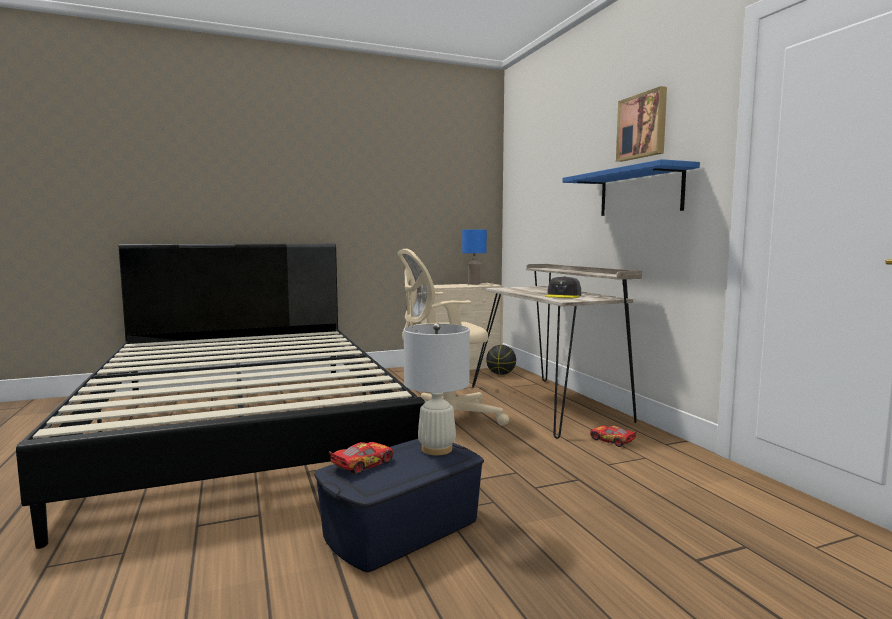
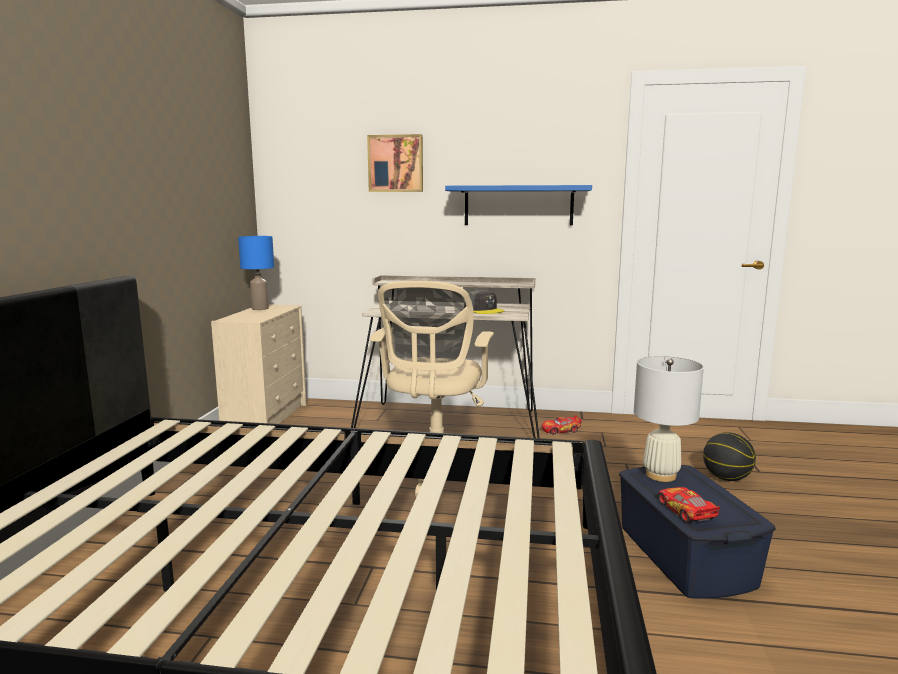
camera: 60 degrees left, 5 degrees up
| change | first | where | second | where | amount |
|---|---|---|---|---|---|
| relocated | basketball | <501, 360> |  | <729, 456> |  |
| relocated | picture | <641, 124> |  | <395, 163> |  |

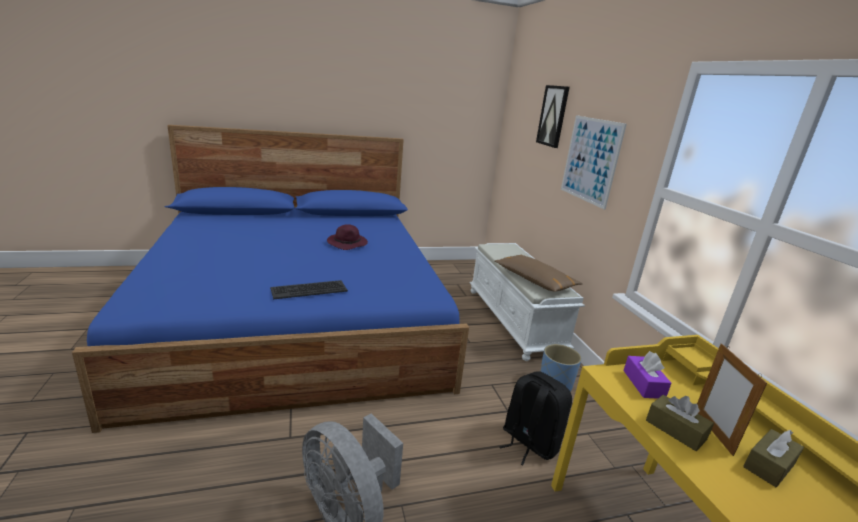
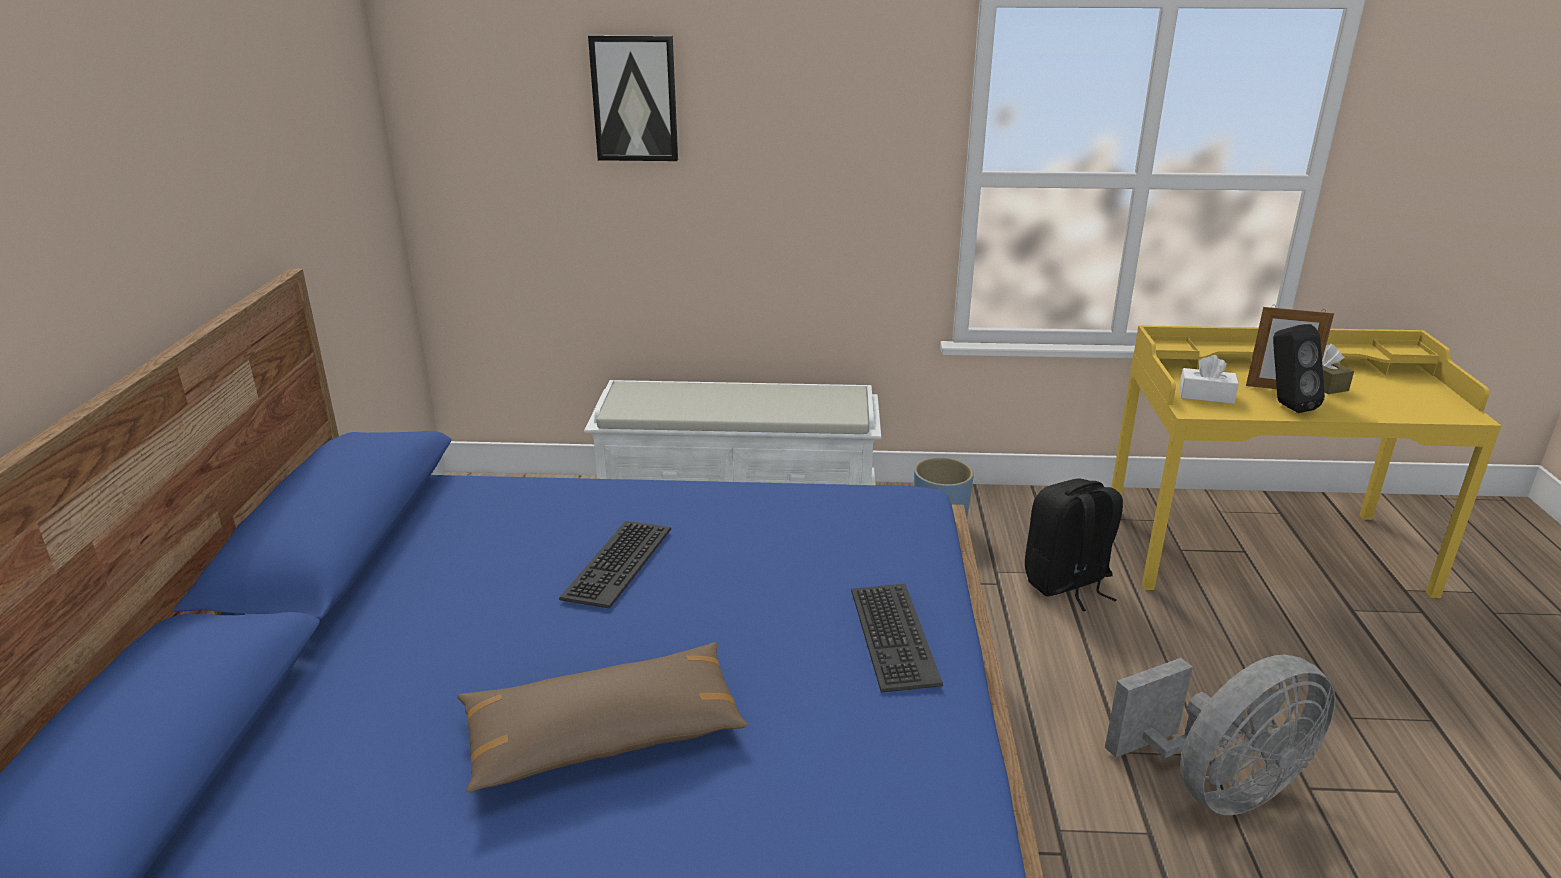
camera: 70 degrees left, 5 degrees up
| change | first | where | second | where | amount |
|---|---|---|---|---|---|
| missing | picture | <594, 162> |  |  |  |
| relocated | pillow (brown) | <538, 273> |  | <602, 717> |  |
| exchanged | hat (purple) | <347, 237> | keyboard | <615, 565> |  |
| exchanged | tissue box (brown) | <680, 423> | speaker (black) | <1299, 368> |  |
| colour | tissue box (purple) | <647, 375> | tissue box (white) | <1209, 379> |  |

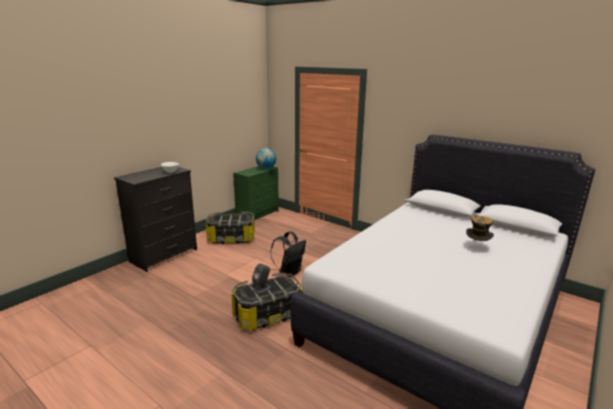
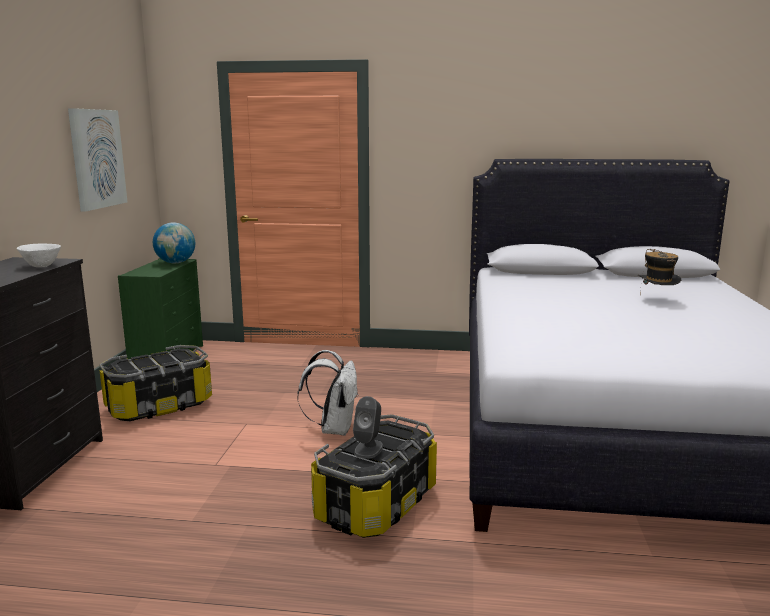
camera: 30 degrees left, 5 degrees down
| change | first | where | second | where | amount |
|---|---|---|---|---|---|
| appeared |  |  | picture | <97, 160> |  |
| colour | backpack (black) | <288, 254> | backpack (white) | <328, 393> |  |

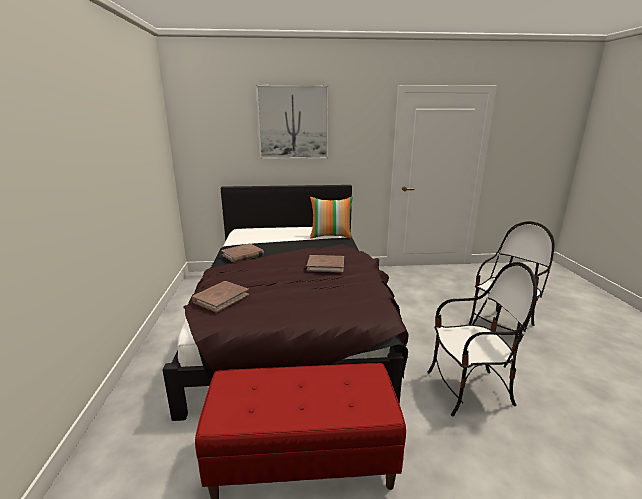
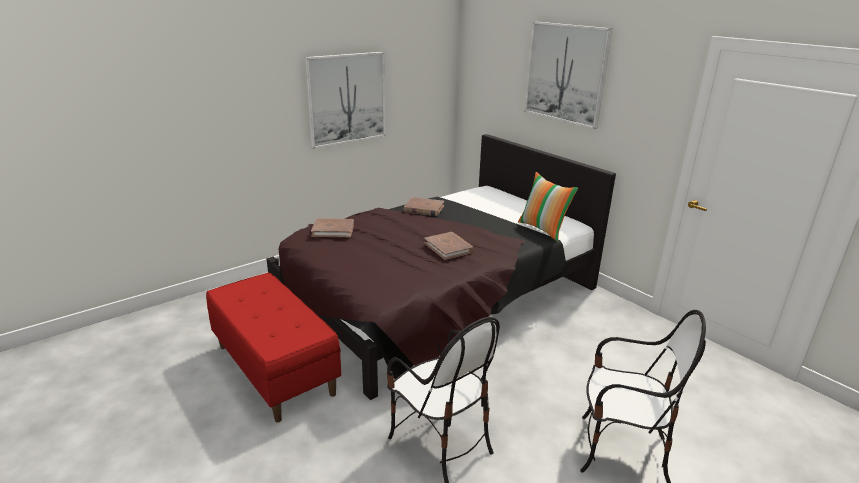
camera: 55 degrees right, 5 degrees up
| change | first | where | second | where | amount |
|---|---|---|---|---|---|
| appeared |  |  | picture | <345, 100> |  |

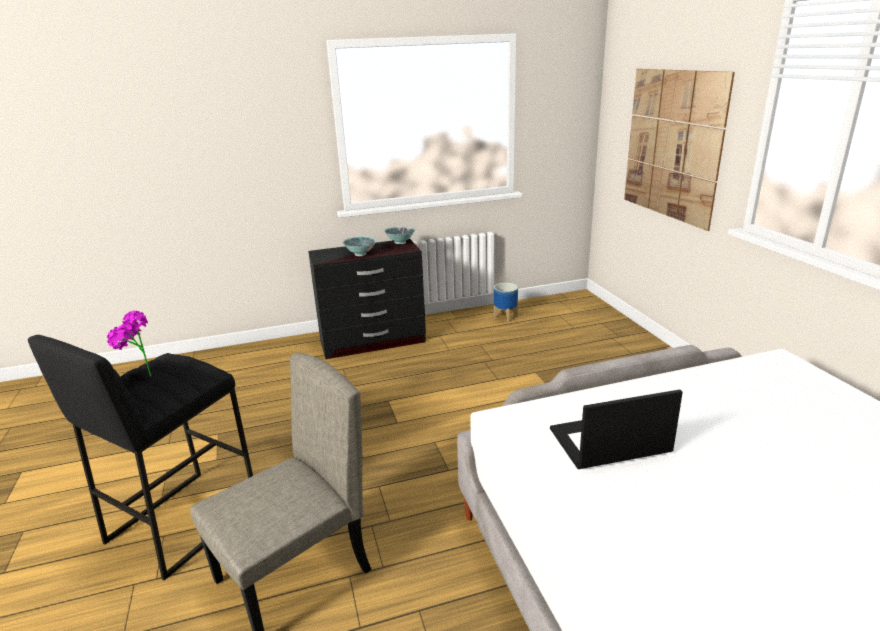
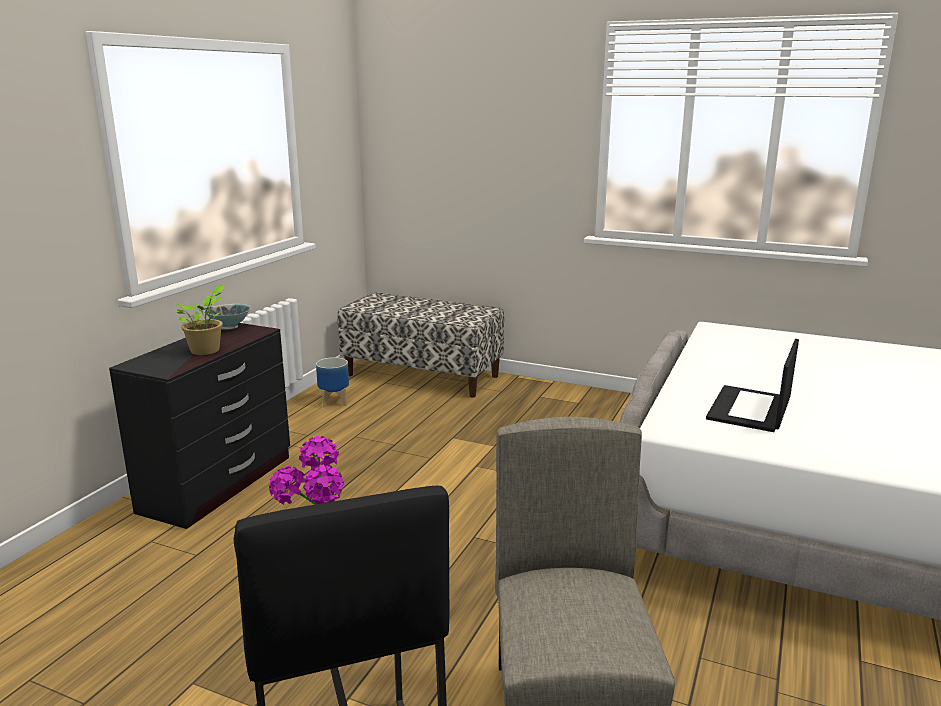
camera: 50 degrees left, 5 degrees down
| change | first | where | second | where | amount |
|---|---|---|---|---|---|
| missing | picture | <679, 150> |  |  |  |
| appeared |  |  | bench | <420, 345> |  |
| exchanged | bowl | <359, 246> | potted plant | <198, 320> |  |

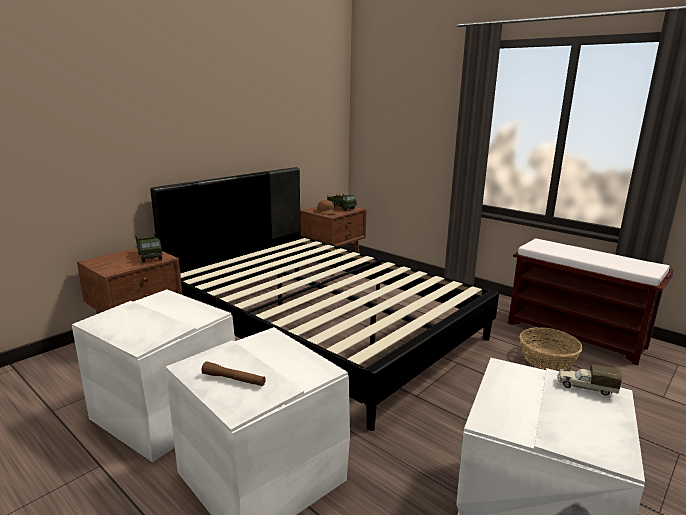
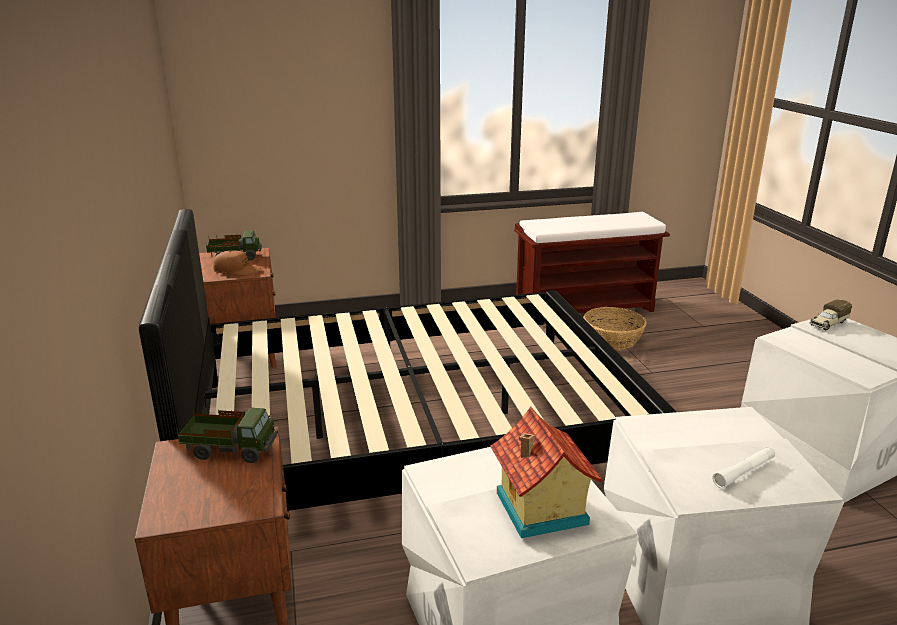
camera: 55 degrees left, 5 degrees up
| change | first | where | second | where | amount |
|---|---|---|---|---|---|
| appeared |  |  | toy house | <546, 472> |  |
| colour | flashlight (brown) | <233, 373> | flashlight (white) | <744, 467> |  |

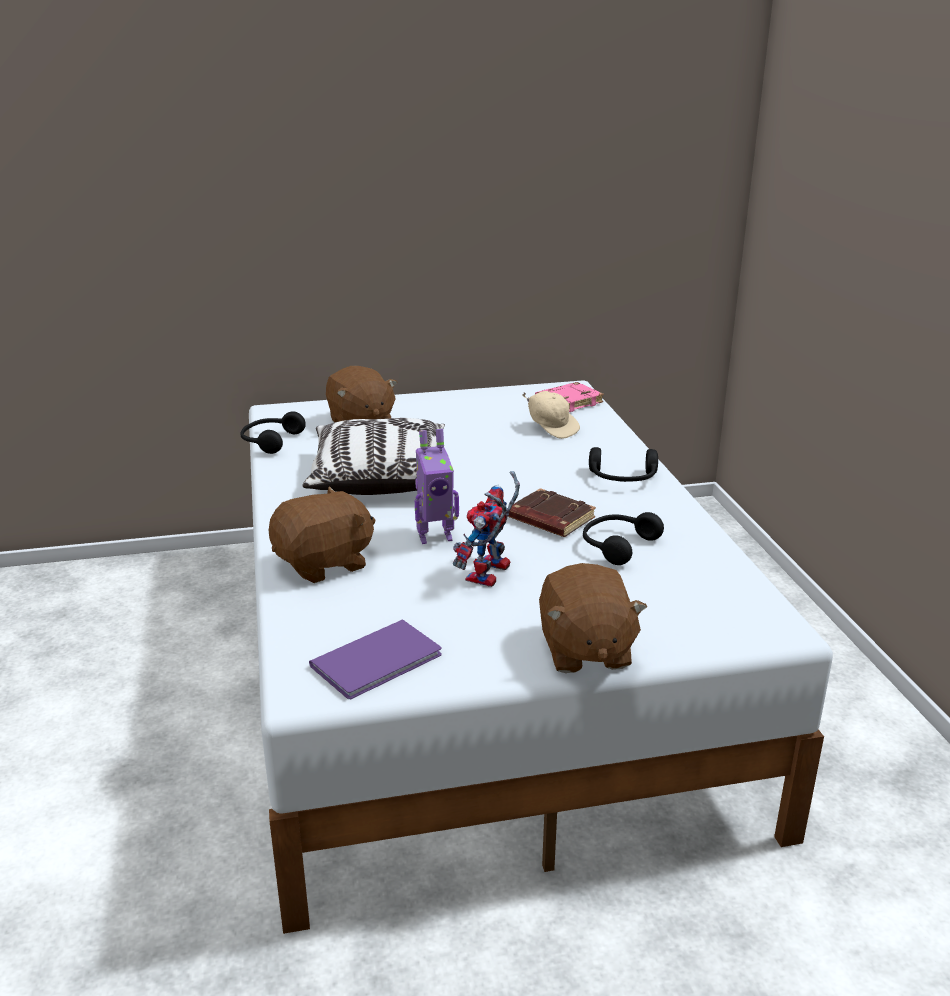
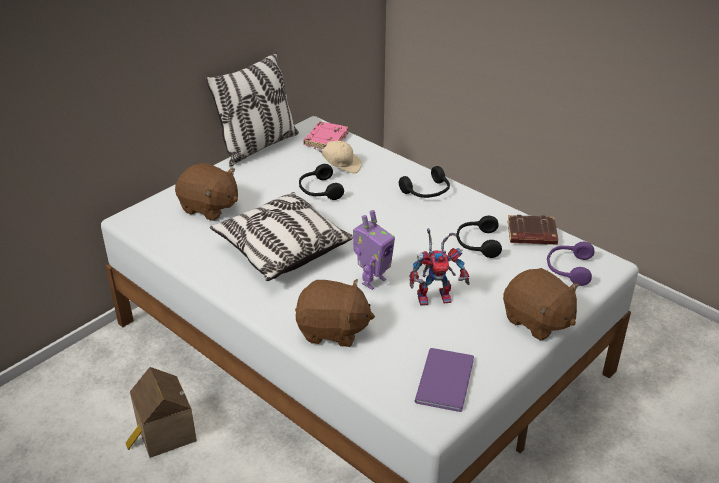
camera: 35 degrees left, 10 degrees up
| change | first | where | second | where | amount |
|---|---|---|---|---|---|
| appeared |  |  | toy house | <161, 412> |  |
| appeared |  |  | pillow | <252, 109> |  |
| appeared |  |  | headphones (purple) | <571, 264> |  |
| relocated | headphones (black) | <273, 433> |  | <321, 182> |  |
| relocated | book (brown) | <552, 512> |  | <532, 230> |  |
| spun | plush toy (brown) | <321, 534> |  | <335, 313> | 75 degrees clockwise |
| spun | toy robot | <486, 529> |  | <439, 267> | 90 degrees counterclockwise |

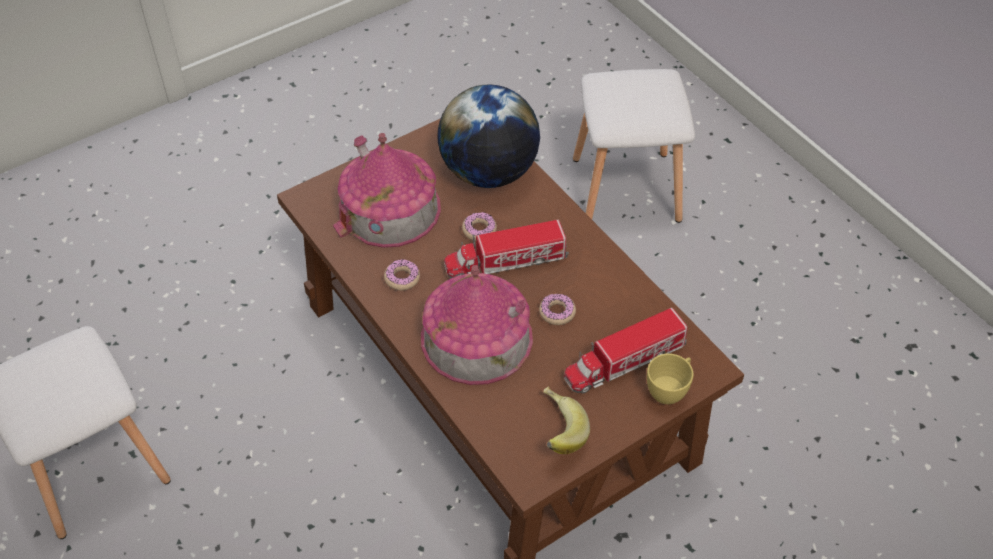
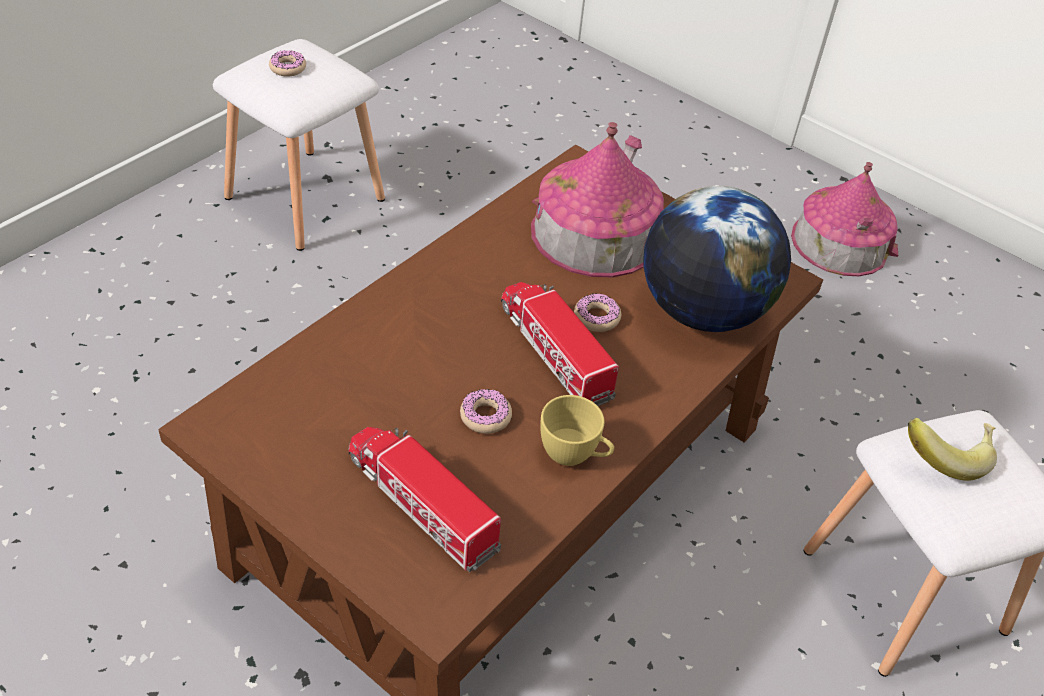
camera: 70 degrees right, 5 degrees down
| change | first | where | second | where | amount |
|---|---|---|---|---|---|
| relocated | donut | <402, 275> |  | <287, 63> |  |
| relocated | toy house | <477, 325> |  | <844, 219> |  |
| relocated | banana | <566, 420> |  | <952, 449> |  |
| relocated | cup (yellow) | <670, 378> |  | <577, 430> |  |

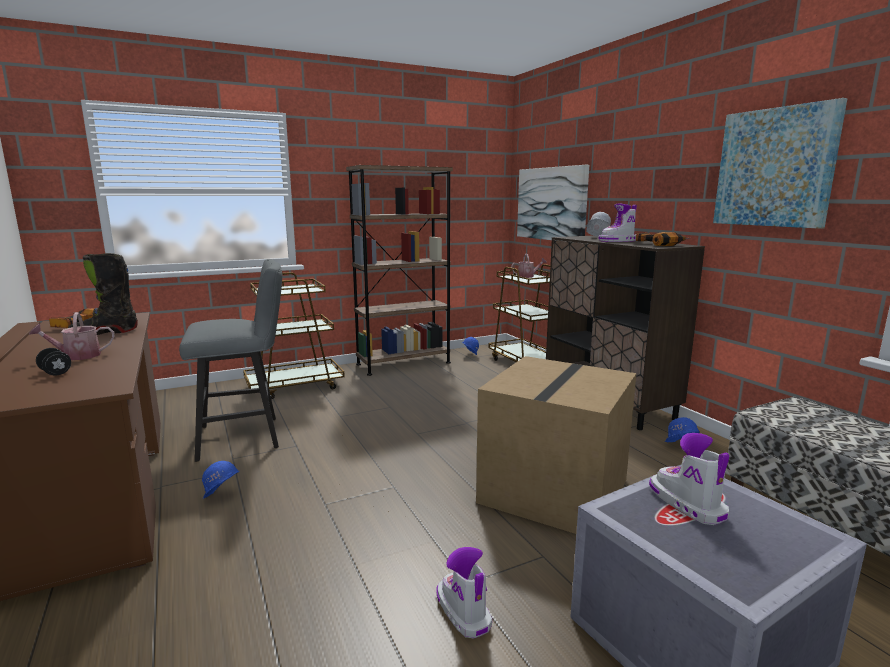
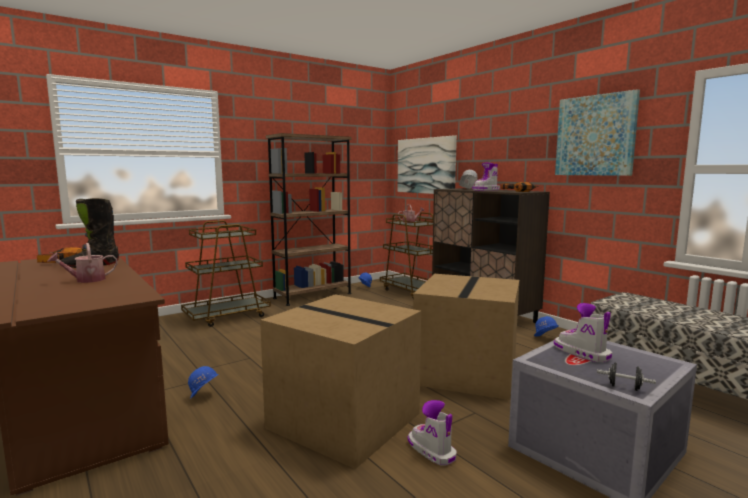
camera: 10 degrees left, 5 degrees down
| change | first | where | second | where | amount |
|---|---|---|---|---|---|
| missing | stool (grey) | <230, 360> |  |  |  |
| appeared |  |  | cardboard box | <340, 381> |  |
| relocated | dumbbell (black) | <53, 361> |  | <626, 376> |  |

